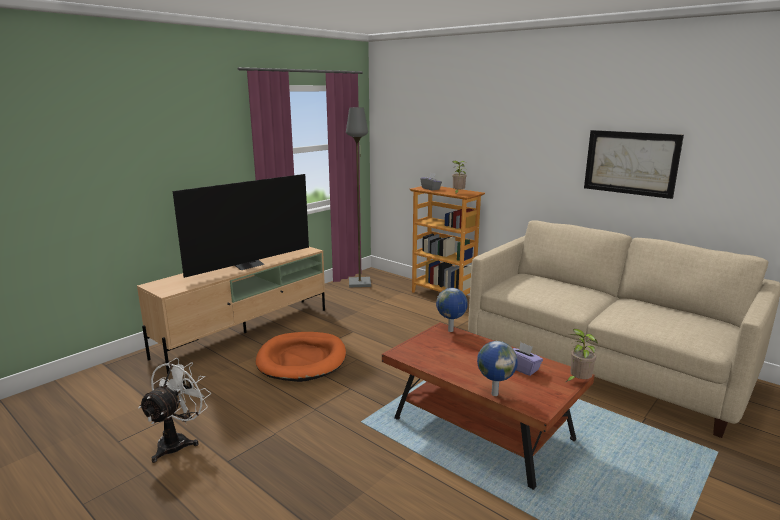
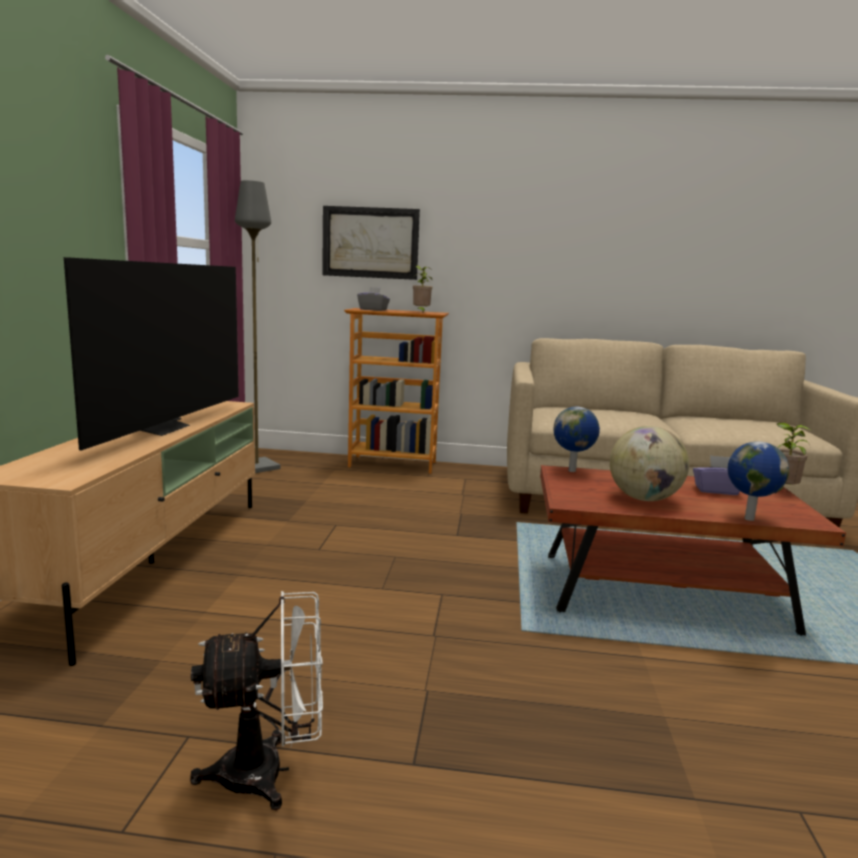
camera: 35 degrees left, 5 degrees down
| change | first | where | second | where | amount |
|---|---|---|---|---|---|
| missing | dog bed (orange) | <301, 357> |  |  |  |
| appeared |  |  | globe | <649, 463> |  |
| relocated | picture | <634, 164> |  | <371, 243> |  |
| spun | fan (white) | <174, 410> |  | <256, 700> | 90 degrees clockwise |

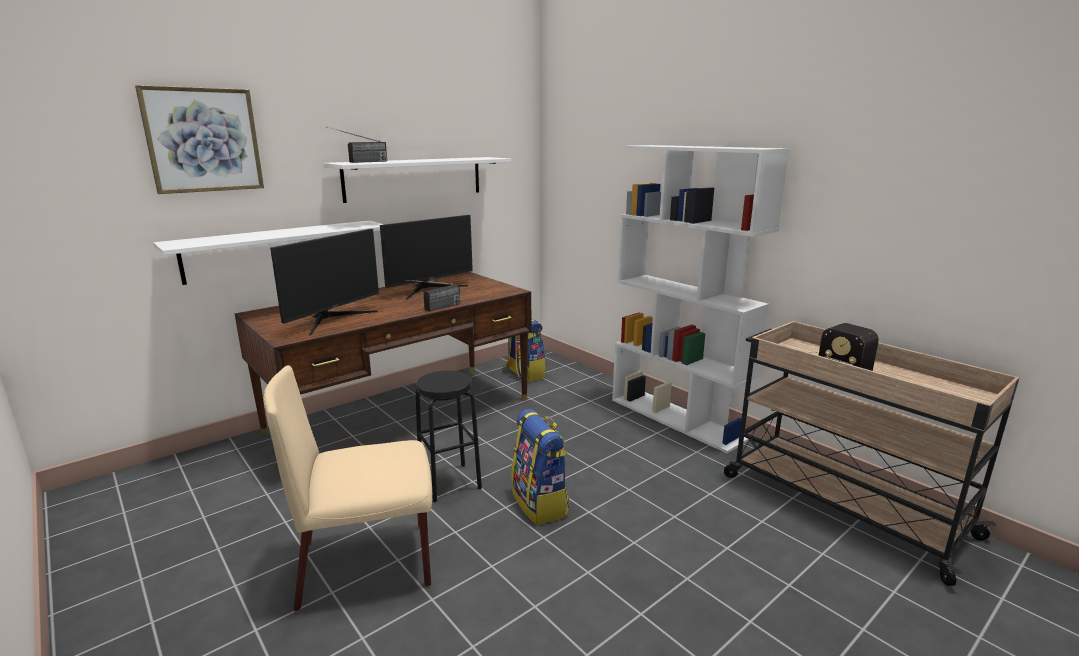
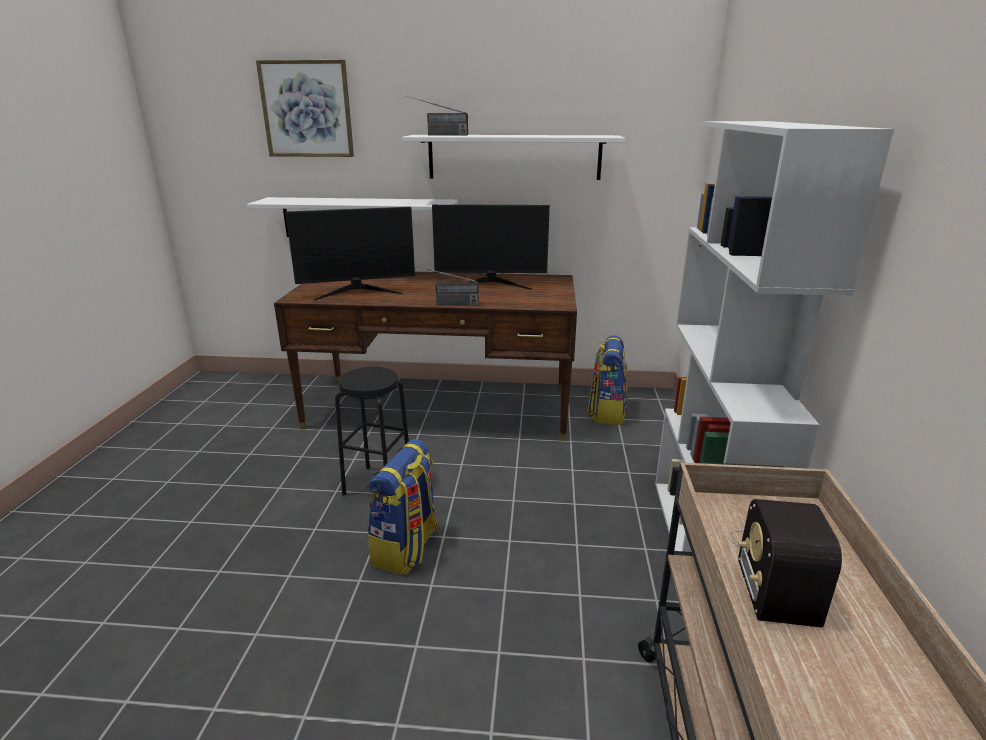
camera: 45 degrees right, 5 degrees up
| change | first | where | second | where | amount |
|---|---|---|---|---|---|
| missing | chair (beige) | <348, 488> |  |  |  |

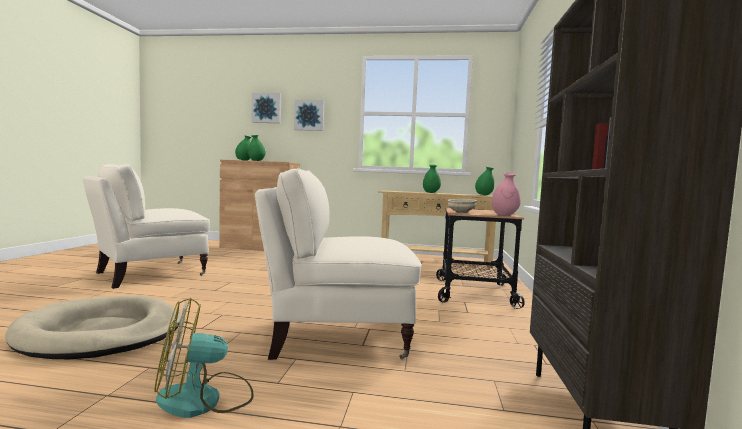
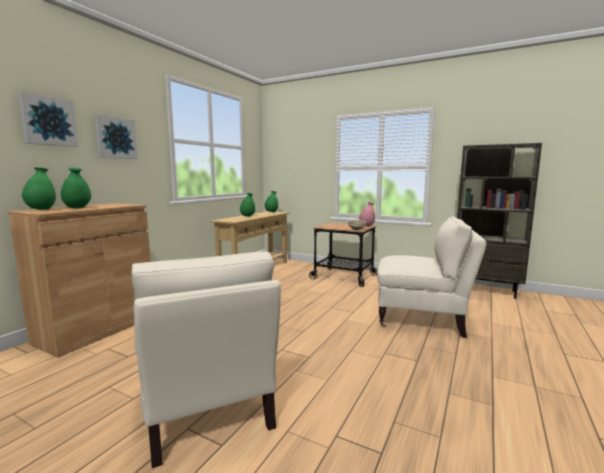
camera: 70 degrees left, 5 degrees up
| change | first | where | second | where | amount |
|---|---|---|---|---|---|
| missing | dog bed (beige) | <93, 327> |  |  |  |
| missing | fan | <204, 358> |  |  |  |
| spun | armchair (beige) | <338, 264> |  | <432, 277> | 90 degrees counterclockwise |

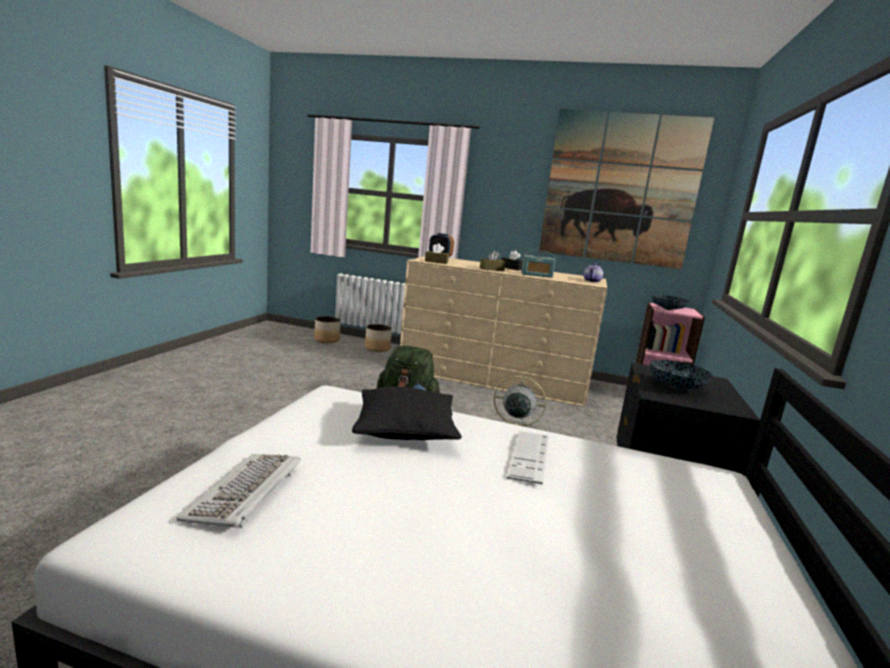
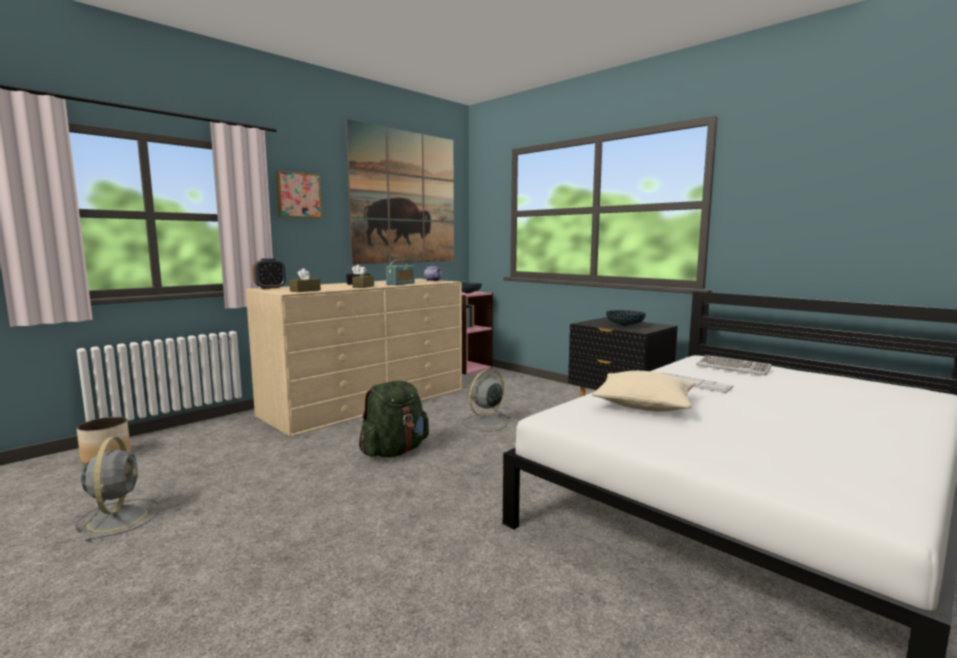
camera: 60 degrees left, 5 degrees down
| change | first | where | second | where | amount |
|---|---|---|---|---|---|
| missing | planter | <378, 338> |  |  |  |
| appeared |  |  | fan (grey) | <117, 489> |  |
| appeared |  |  | picture | <299, 194> |  |
| relocated | keyboard | <239, 491> |  | <734, 365> |  |
| colour | pillow (black) | <407, 413> | pillow (beige) | <644, 391> |  |

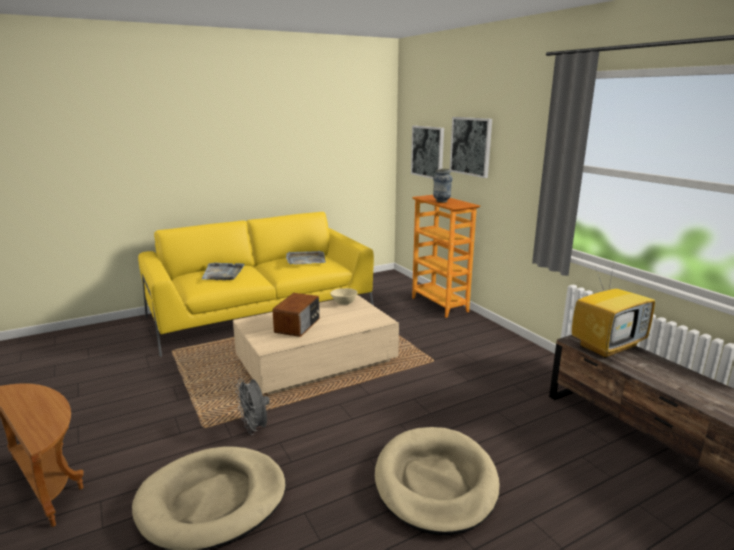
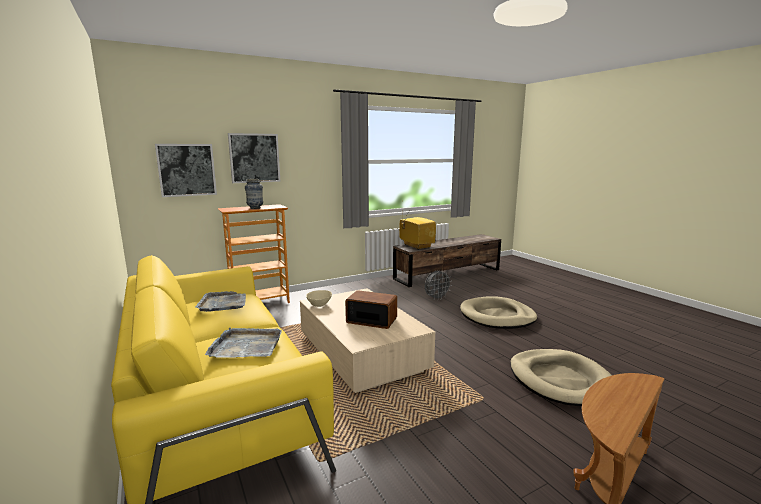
camera: 90 degrees left, 5 degrees down
| change | first | where | second | where | amount |
|---|---|---|---|---|---|
| relocated | fan (grey) | <253, 407> |  | <438, 285> |  |

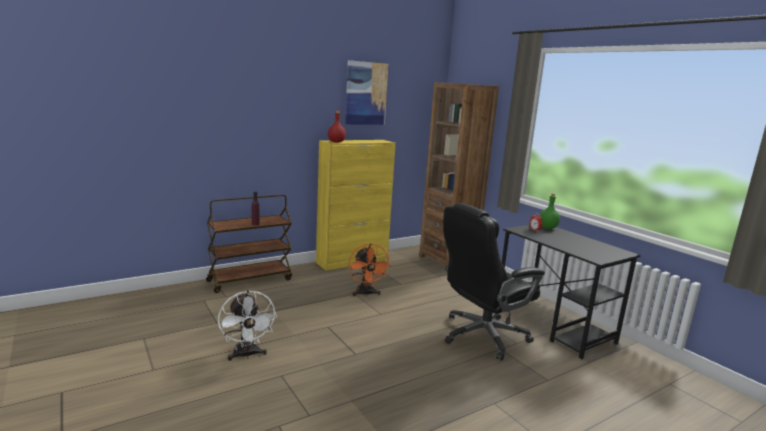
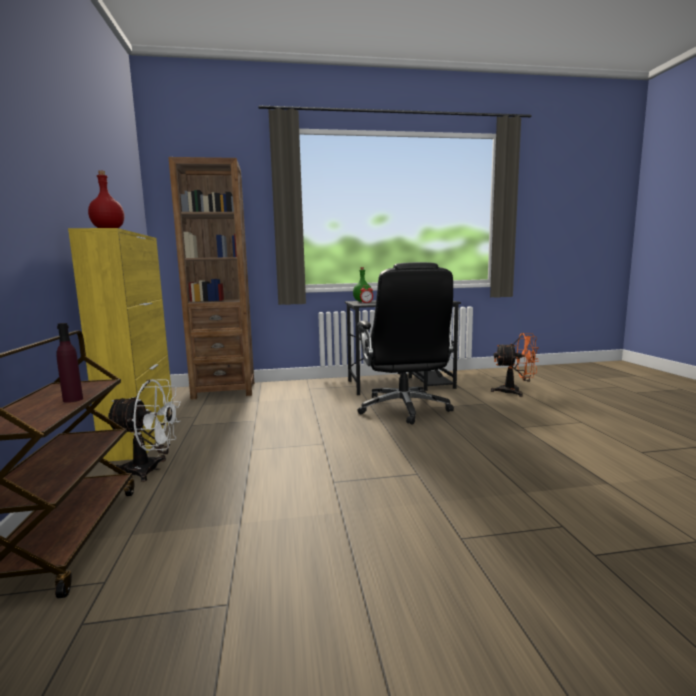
camera: 65 degrees left, 5 degrees down
| change | first | where | second | where | amount |
|---|---|---|---|---|---|
| missing | picture | <366, 92> |  |  |  |
| relocated | fan (white) | <247, 325> |  | <144, 430> |  |
| relocated | fan (orange) | <369, 269> |  | <515, 365> |  |

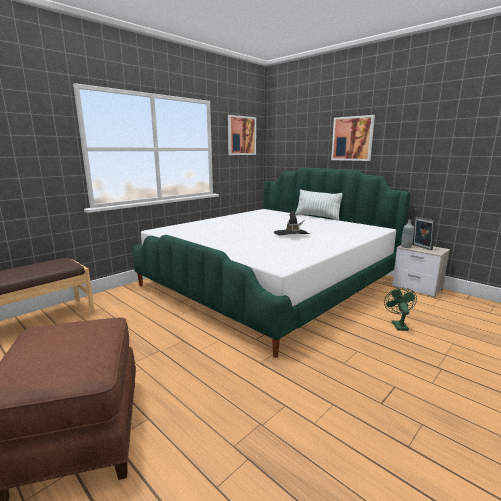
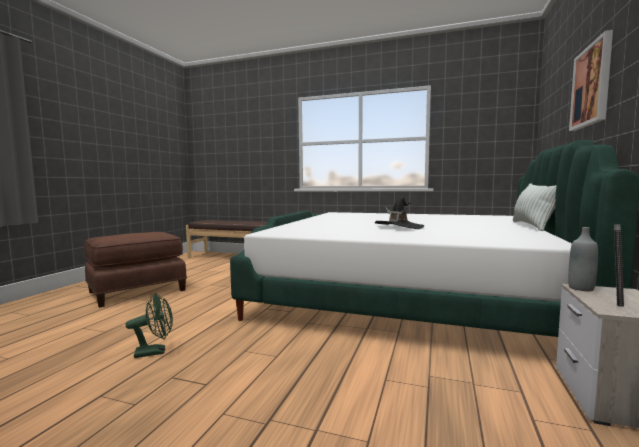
camera: 65 degrees right, 10 degrees down
| change | first | where | second | where | amount |
|---|---|---|---|---|---|
| missing | picture | <242, 135> |  |  |  |
| relocated | fan (green) | <400, 309> |  | <149, 326> |  |

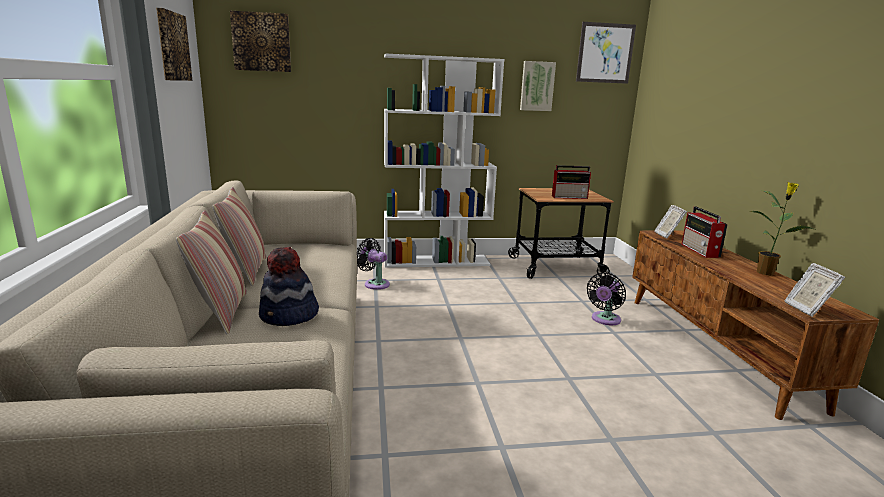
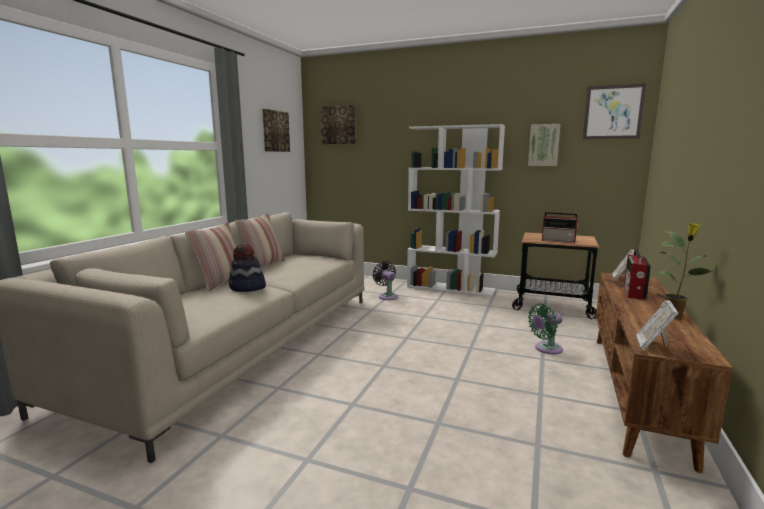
camera: 30 degrees right, 5 degrees down
| change | first | where | second | where | amount |
|---|---|---|---|---|---|
| colour | fan (black) | <606, 299> | fan (green) | <545, 329> |  |

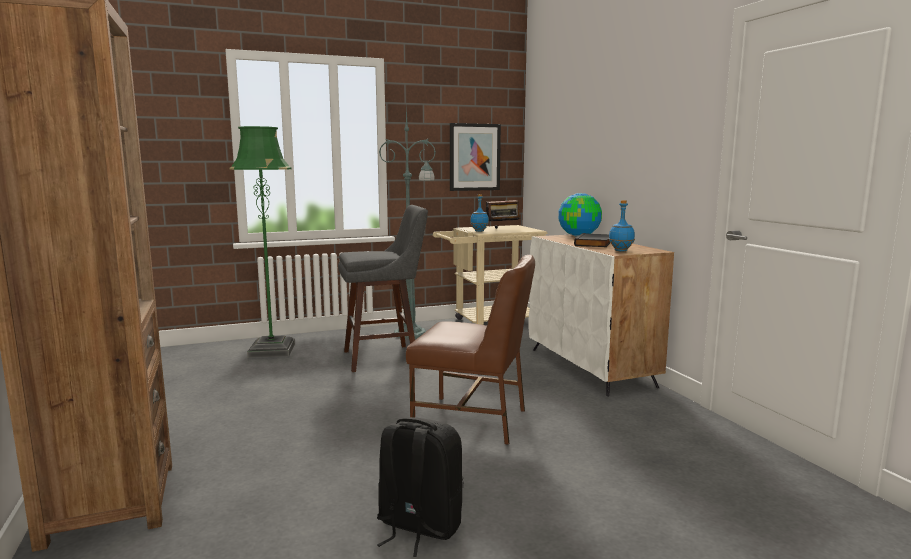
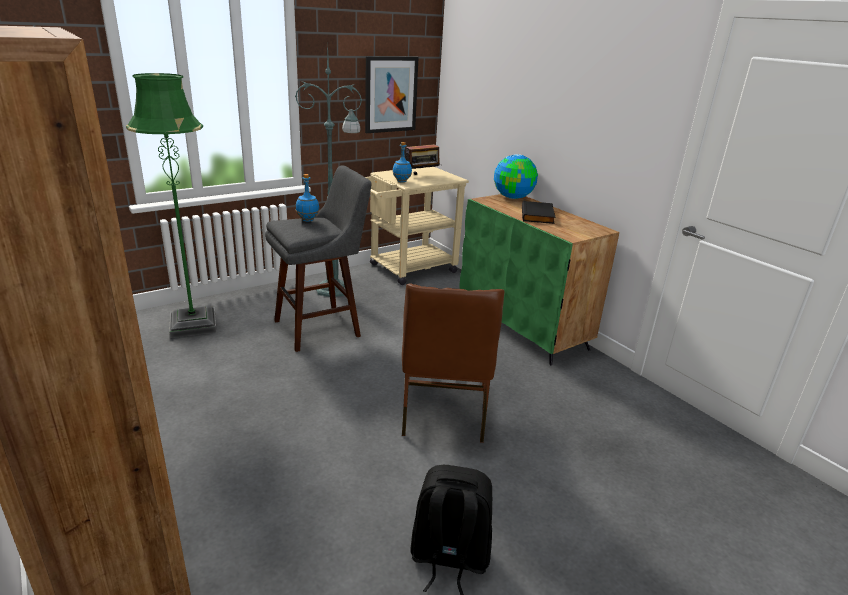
camera: 15 degrees left, 15 degrees up
| change | first | where | second | where | amount |
|---|---|---|---|---|---|
| relocated | bottle (blue) | <622, 225> |  | <307, 198> |  |
| colour | cabinet (white) | <601, 316> | cabinet (green) | <539, 279> |  |
| spun | chair (brown) | <470, 350> |  | <453, 363> | 90 degrees clockwise |

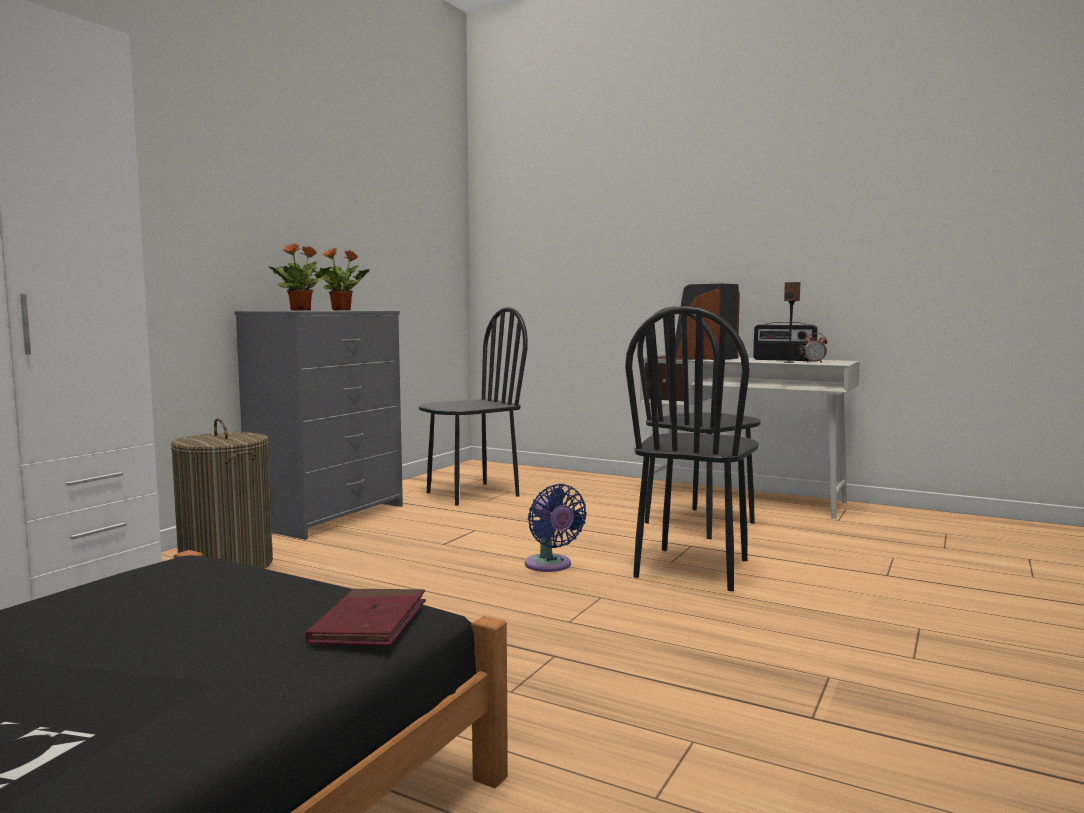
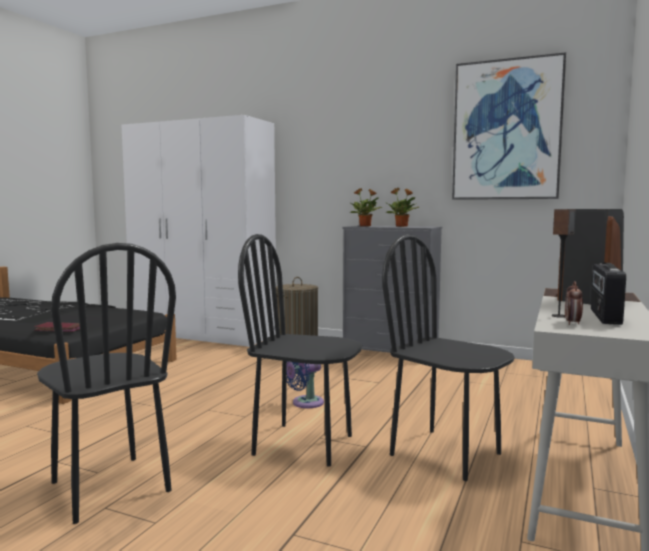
camera: 85 degrees right, 0 degrees up
| change | first | where | second | where | amount |
|---|---|---|---|---|---|
| appeared |  |  | picture | <509, 126> |  |
| relocated | chair (black) | <473, 406> |  | <106, 383> |  |

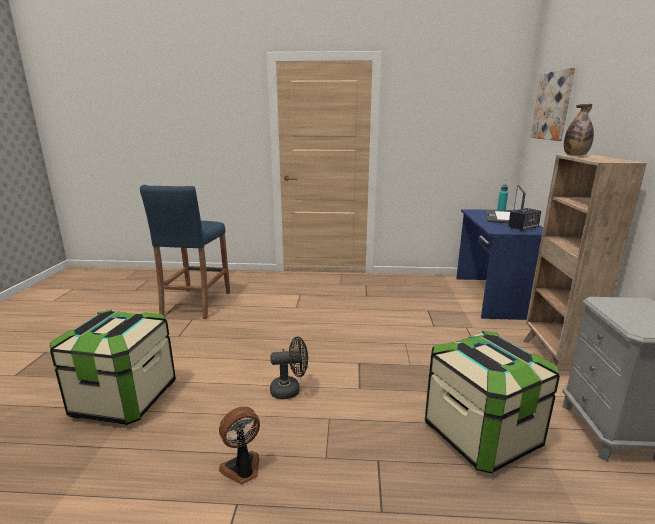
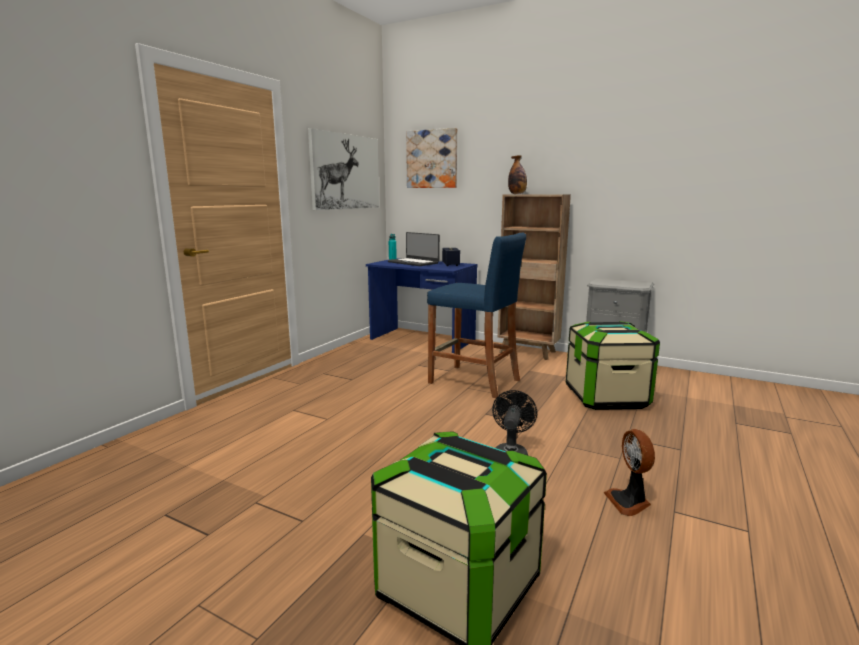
camera: 65 degrees left, 5 degrees down
| change | first | where | second | where | amount |
|---|---|---|---|---|---|
| appeared |  |  | picture | <343, 169> |  |
| relocated | stool (blue) | <185, 252> |  | <476, 315> |  |

